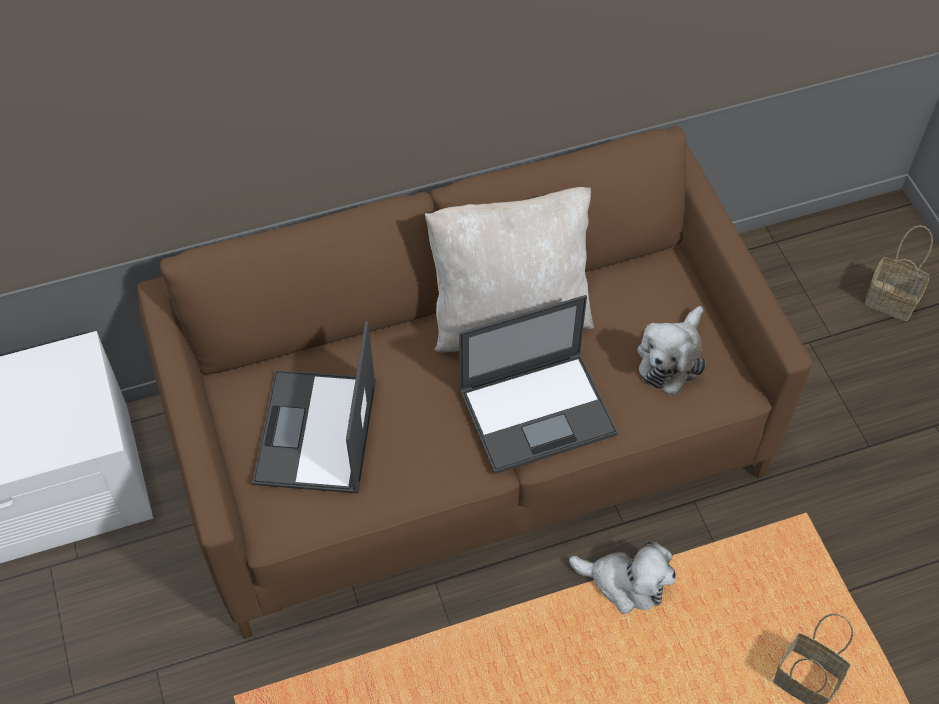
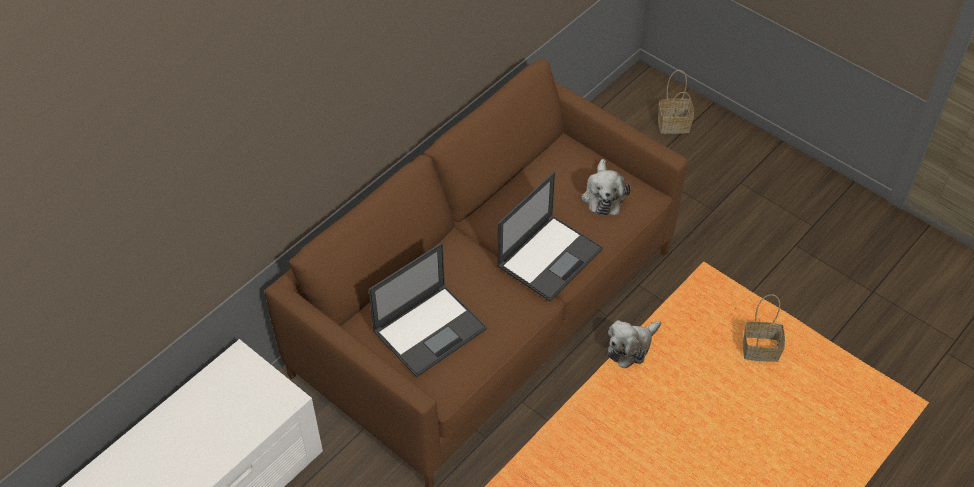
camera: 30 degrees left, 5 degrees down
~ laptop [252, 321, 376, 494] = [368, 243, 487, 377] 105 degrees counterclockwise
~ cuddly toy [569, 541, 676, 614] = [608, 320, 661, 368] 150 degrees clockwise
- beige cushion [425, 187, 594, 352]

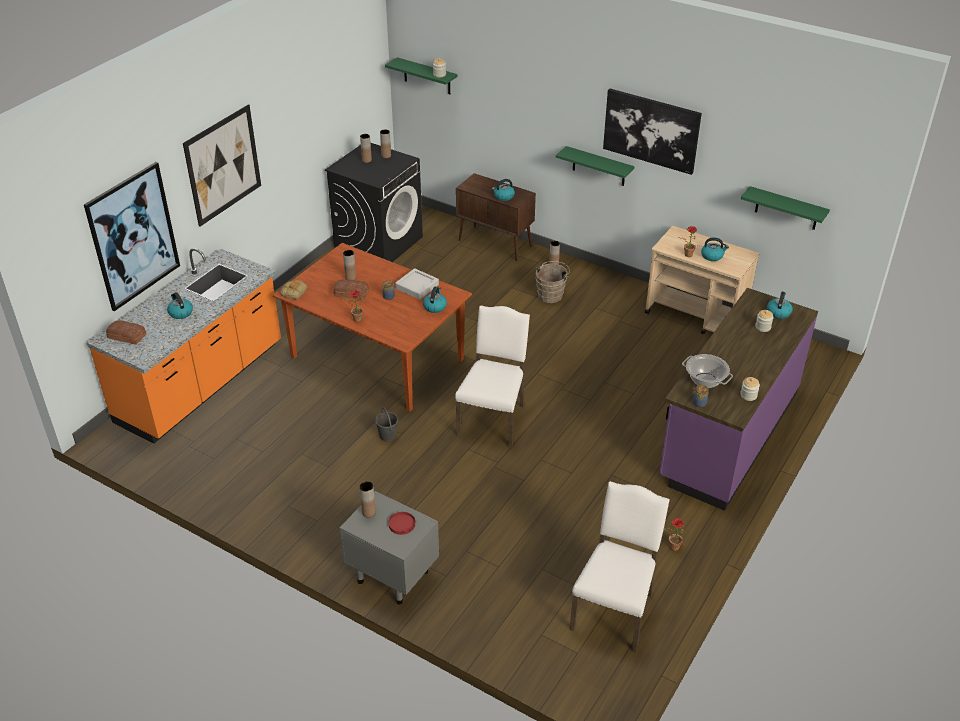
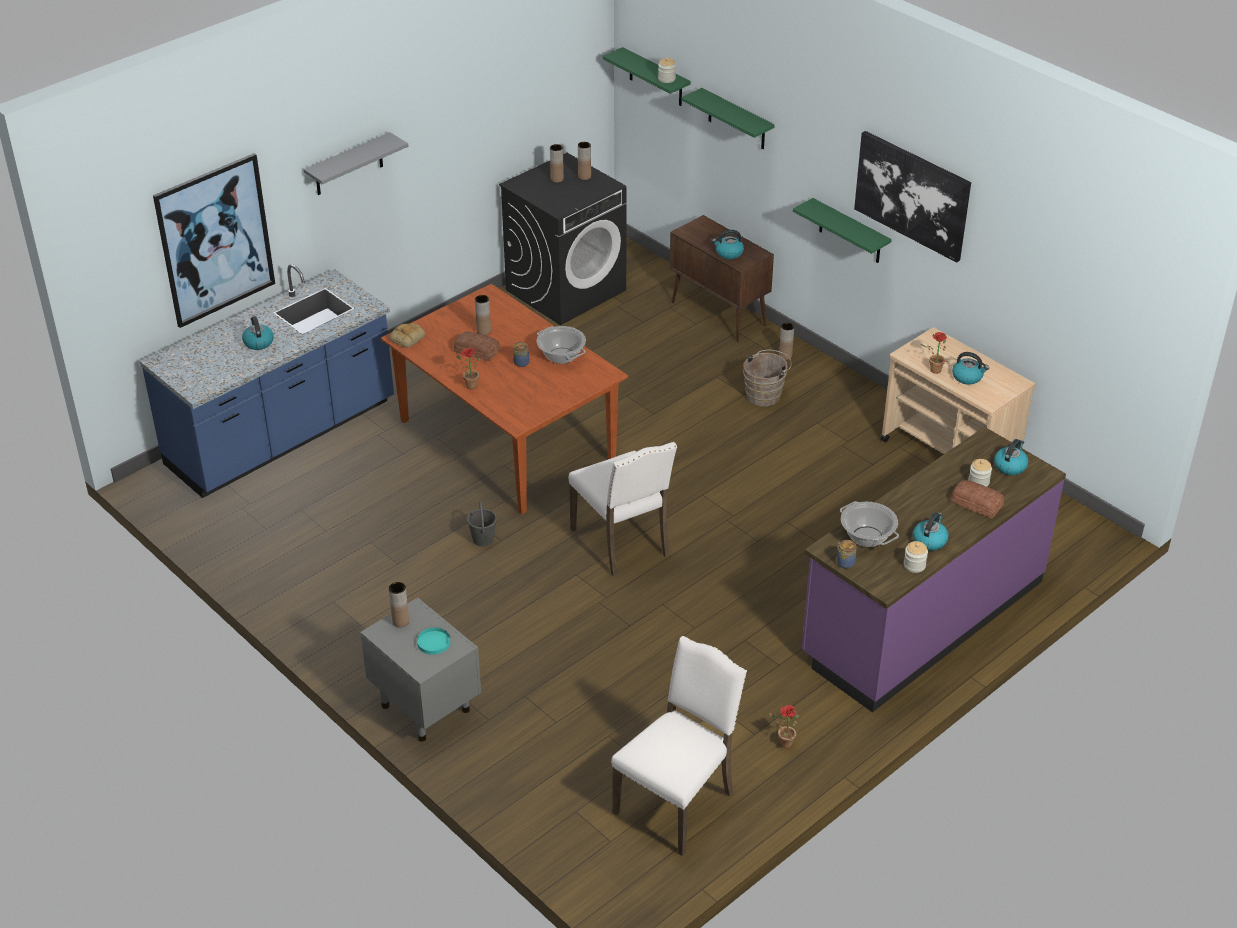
camera: 15 degrees right, 0 degrees up
~ orange-coloured counter [87, 248, 281, 444] to blue-coloured counter [140, 264, 394, 498]
~ picture [183, 104, 261, 227] to grey shelf [304, 132, 408, 195]
~ red-coloured dinner plate [388, 512, 415, 535] to turquoise dinner plate [417, 627, 450, 655]
~ grey serving tray [395, 268, 439, 300] to saucepot [537, 326, 586, 364]
~ white plain chair [455, 305, 530, 447] = [569, 442, 677, 577] 120 degrees clockwise
~ green-coloured shelf [741, 186, 830, 230] to [681, 88, 775, 149]
~ water kettle [423, 287, 447, 313] to [913, 512, 948, 551]
~ bakery bread [106, 320, 147, 345] to [951, 480, 1004, 518]

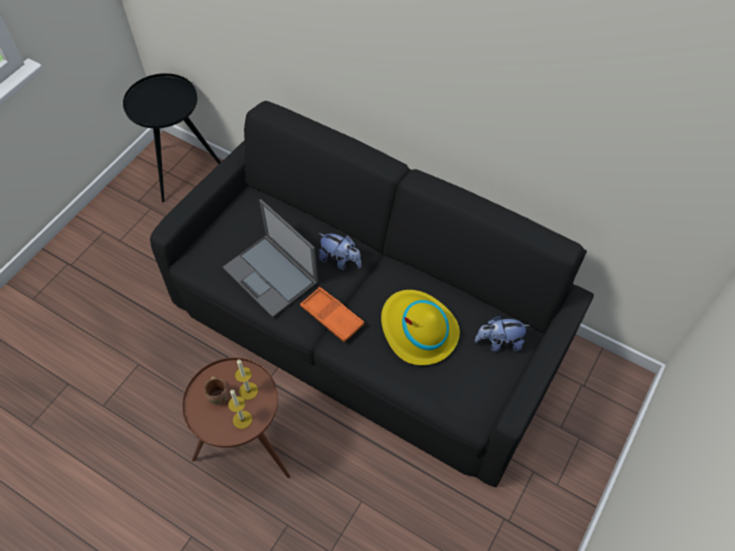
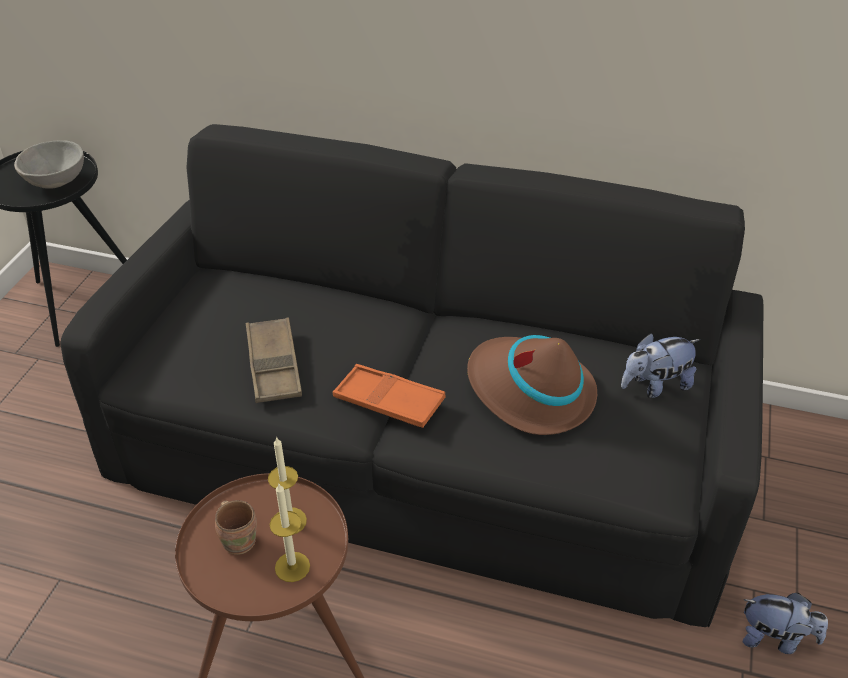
camera: 15 degrees left, 15 degrees down
+ grey serving bowl [14, 140, 84, 189]
~ laptop [223, 199, 318, 317] to brownish serving tray [246, 317, 302, 403]
~ yellow clothing hat [381, 290, 460, 365] to brownish clothing hat [467, 335, 597, 435]
~ cuddly toy [319, 233, 361, 270] to [743, 593, 828, 654]

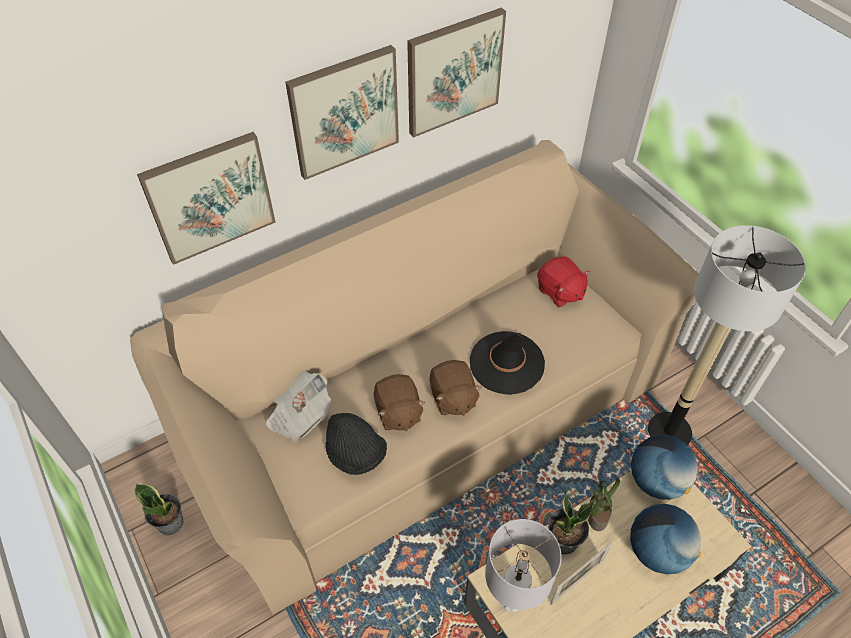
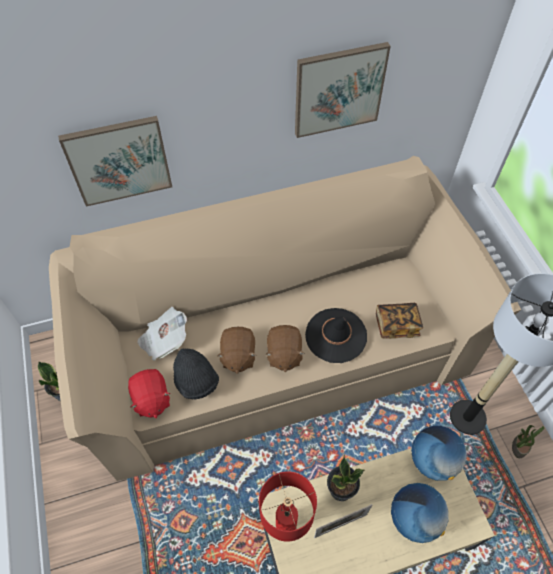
camera: 15 degrees right, 5 degrees up
~ red-coloured cuddly toy [537, 256, 590, 307] to [128, 369, 170, 418]
~ grey table lamp [485, 519, 562, 612] to red-coloured table lamp [259, 472, 317, 542]
+ bound book [376, 303, 423, 339]
~ plant in a pot [588, 478, 620, 531] to [512, 425, 544, 458]
- picture [285, 45, 399, 180]

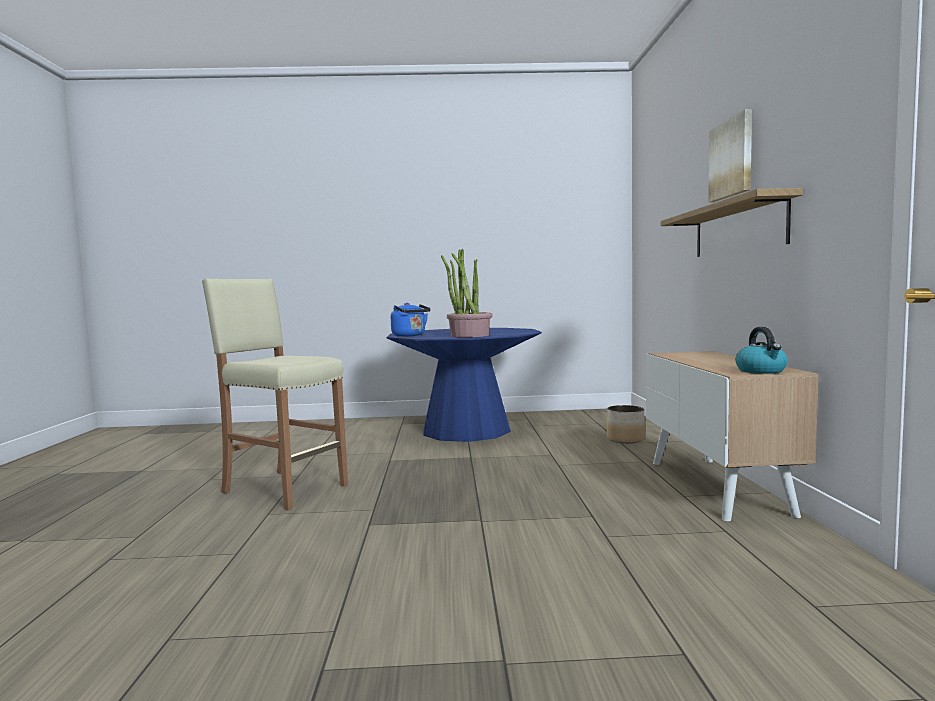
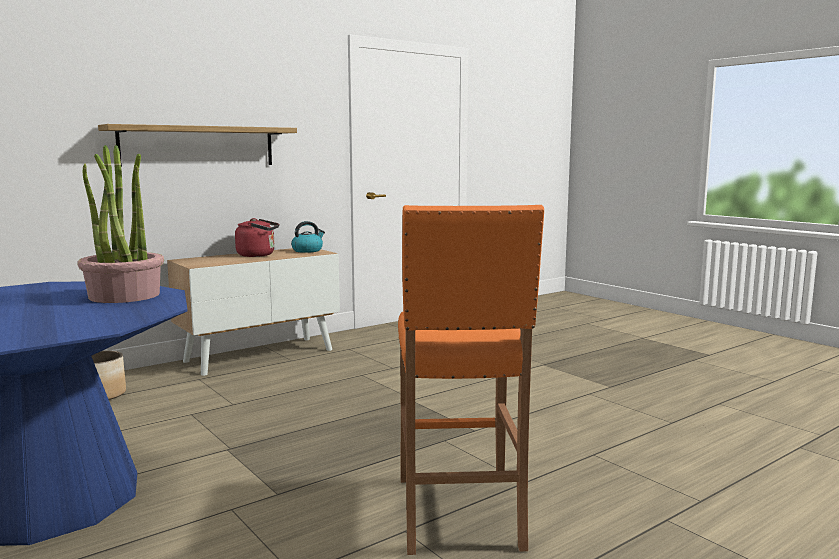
camera: 125 degrees left, 5 degrees up
+ red-coloured water kettle [235, 218, 279, 257]
~ beige stool seat [202, 278, 348, 511] to orange-coloured stool seat [398, 205, 544, 555]
- blue-coloured water kettle [391, 303, 430, 337]
- picture [708, 109, 752, 202]

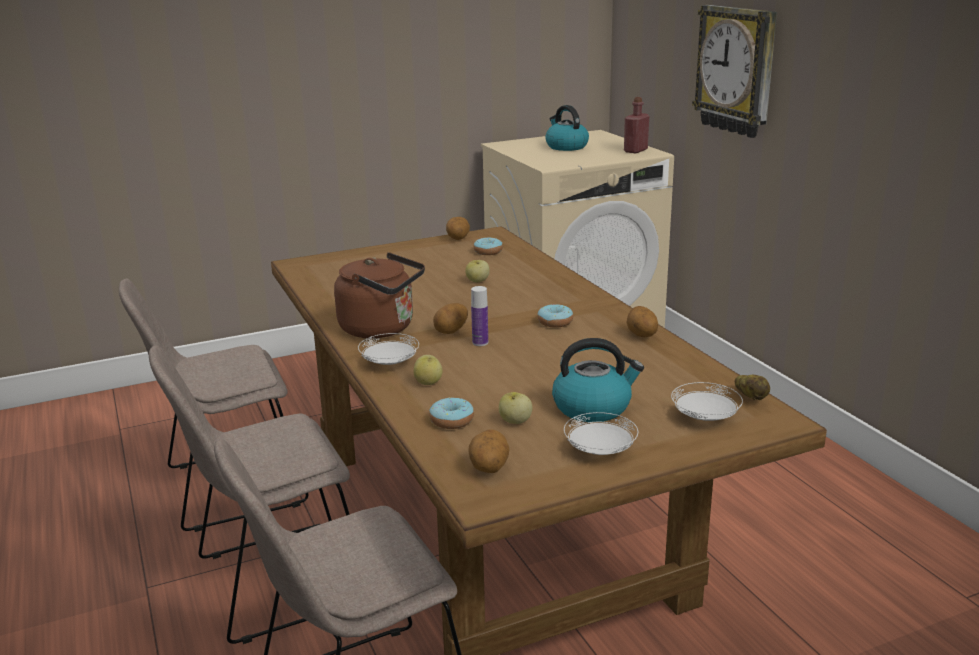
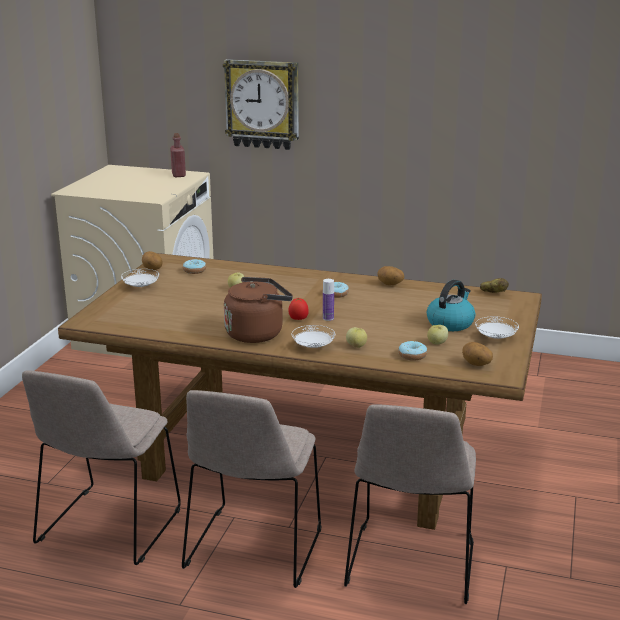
camera: 50 degrees left, 0 degrees up
~ white dinner plate [671, 382, 743, 421] to [121, 269, 159, 287]
~ spud [433, 303, 468, 334] to tomato [288, 298, 309, 320]
- water kettle [545, 105, 589, 151]

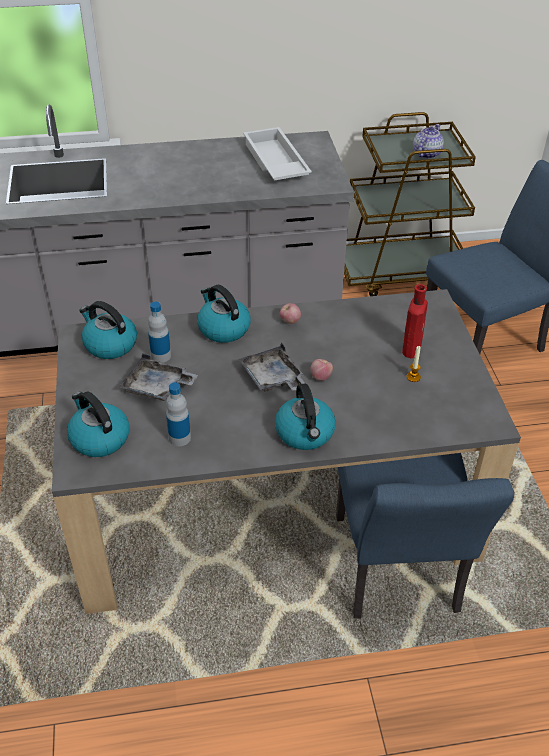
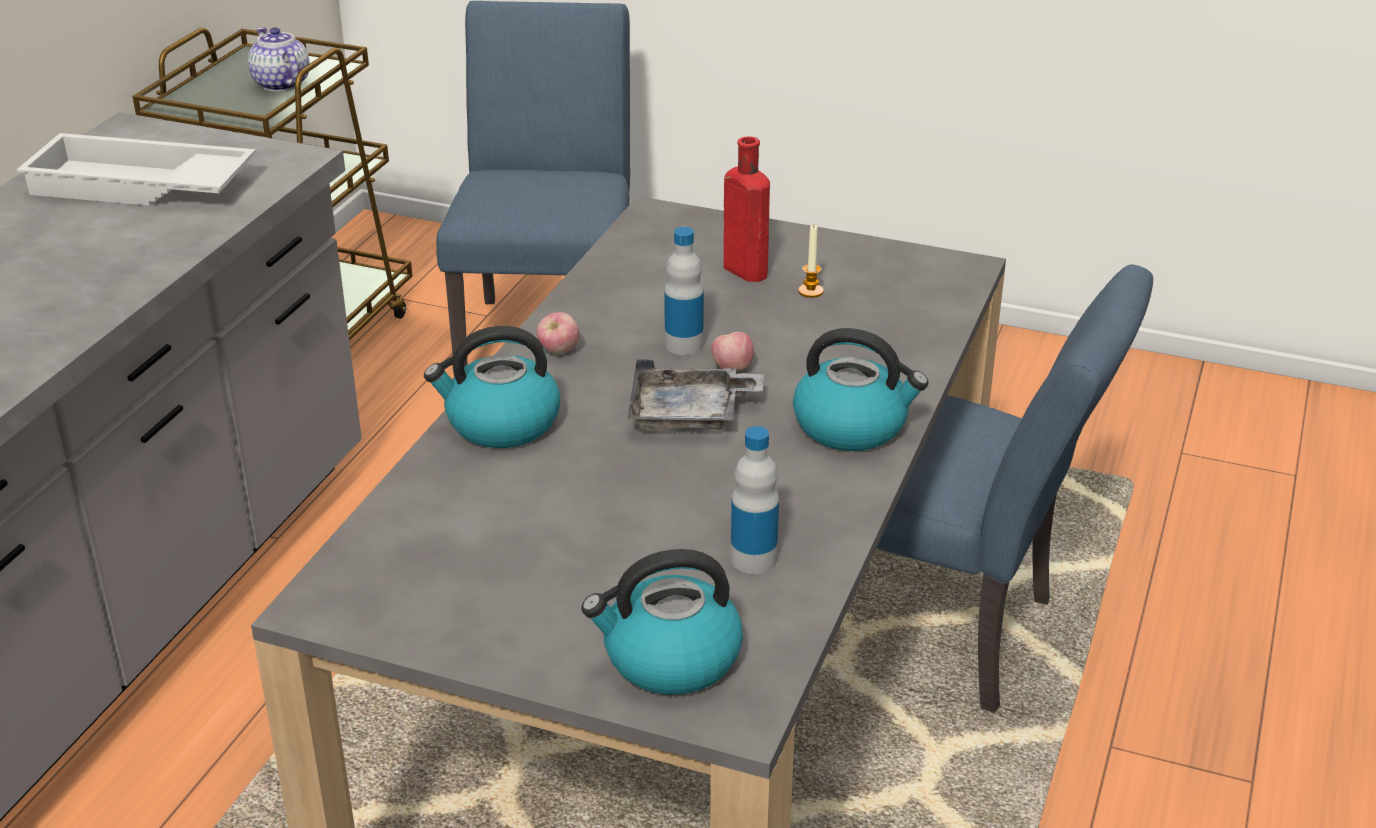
camera: 60 degrees left, 10 degrees down
~ drink bottle [148, 302, 171, 363] to [664, 227, 704, 355]
- water kettle [79, 301, 137, 359]
- grey serving tray [119, 353, 198, 401]

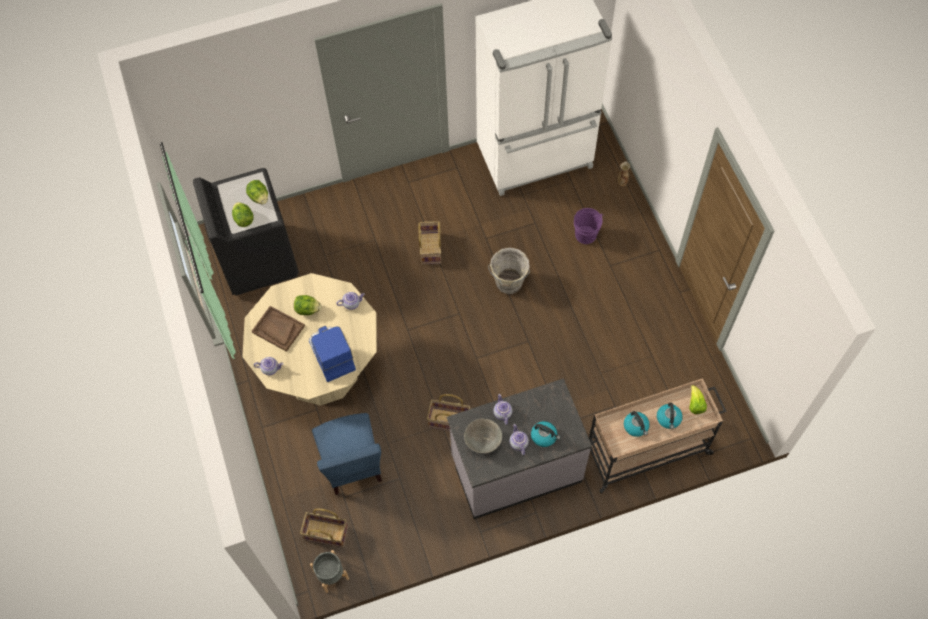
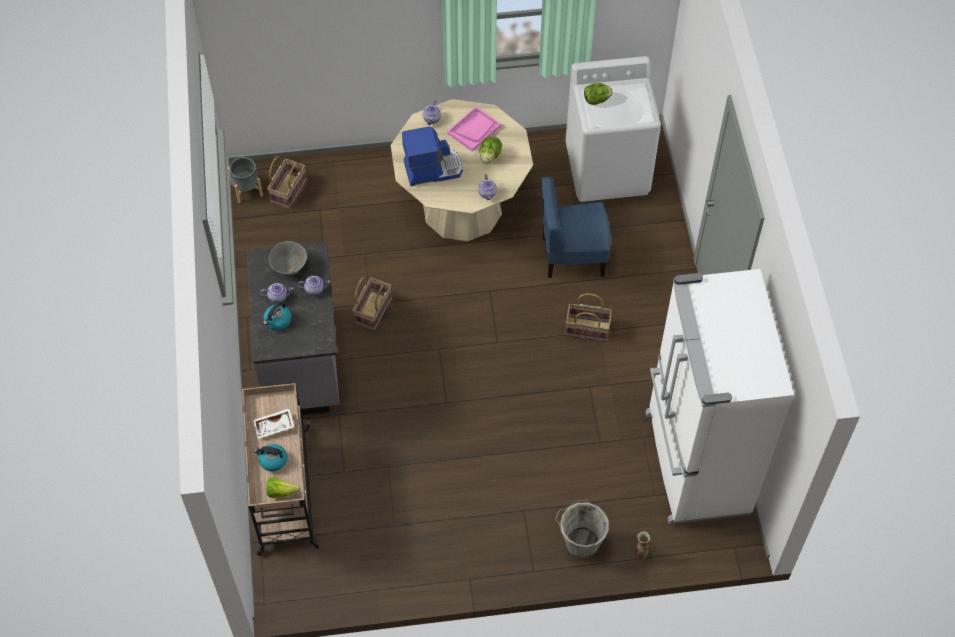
camera: 100 degrees right, 5 degrees down
~ water kettle [624, 411, 650, 437] to white serving tray [253, 408, 294, 439]
~ brownish serving tray [252, 306, 305, 352] to pinkish serving tray [447, 107, 501, 152]
~ blue-coloured plain chair [312, 413, 382, 495] to [542, 177, 611, 278]
~ grey pail [488, 248, 530, 294] to [555, 500, 609, 559]
~ black-coloured laundry machine [193, 168, 299, 296] to white laundry machine [566, 56, 661, 202]
- lettuce [246, 180, 268, 204]
- purplish pail [574, 208, 604, 244]

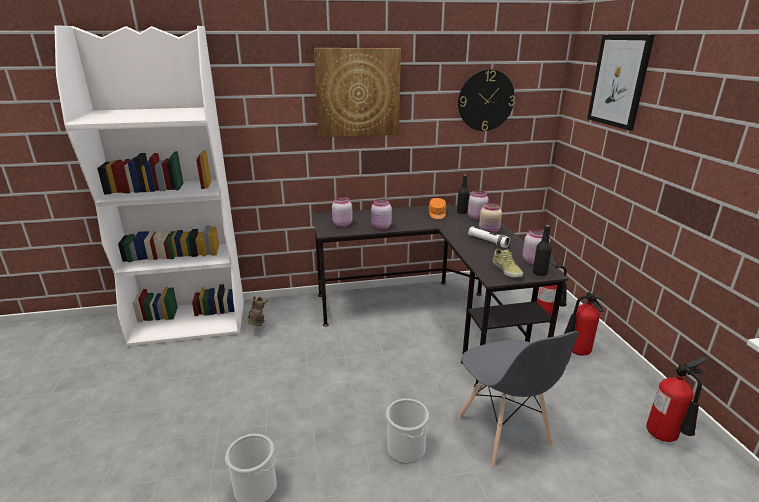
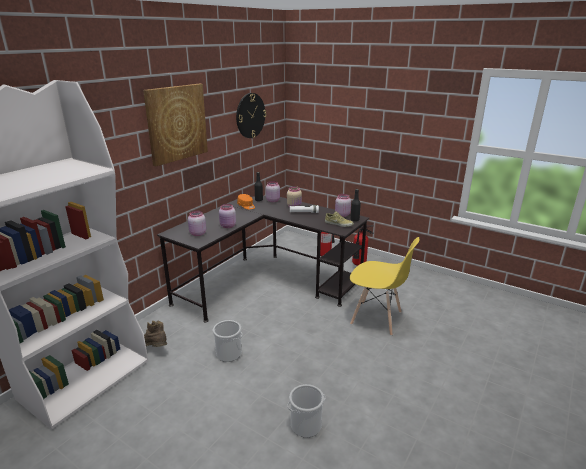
camera: 45 degrees left, 0 degrees up
~ pail [386, 398, 429, 463] to [212, 320, 242, 362]
~ grey plain chair [458, 331, 579, 467] to yellow plain chair [350, 237, 419, 336]
- picture [587, 35, 655, 131]
- fire extinguisher [646, 357, 708, 442]

